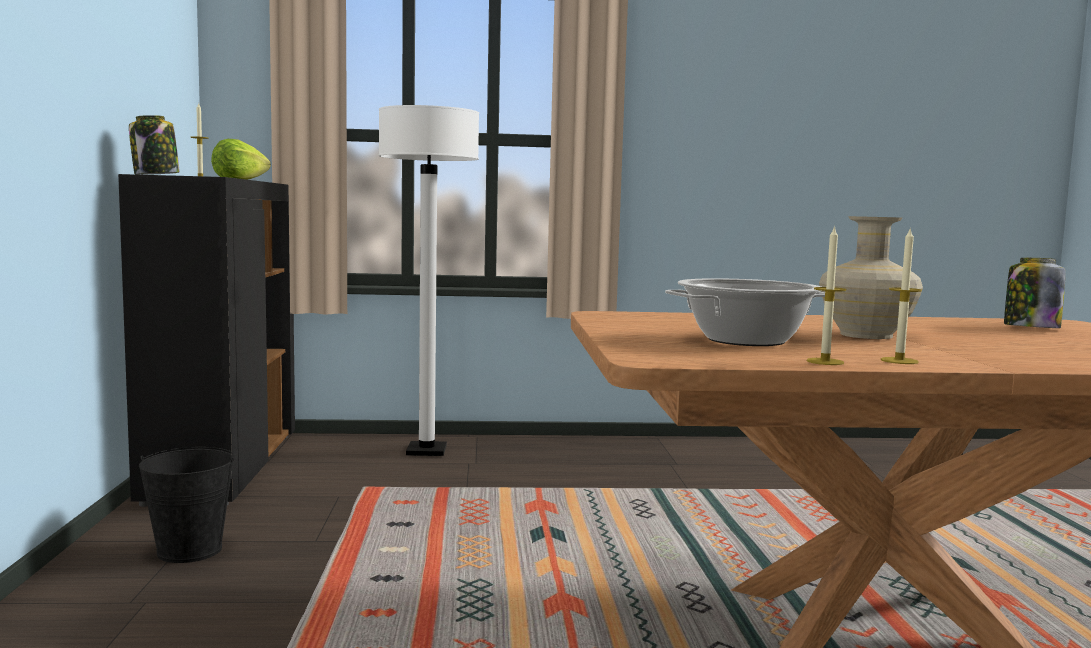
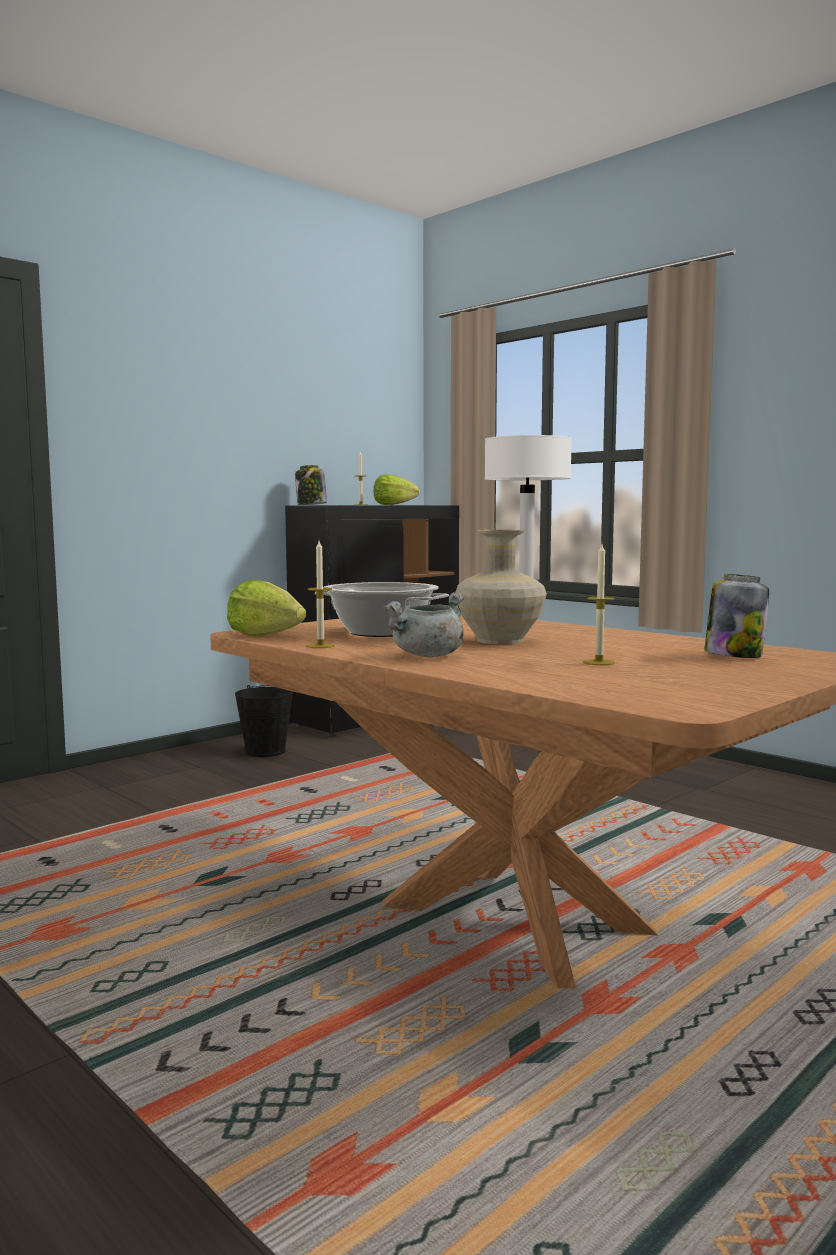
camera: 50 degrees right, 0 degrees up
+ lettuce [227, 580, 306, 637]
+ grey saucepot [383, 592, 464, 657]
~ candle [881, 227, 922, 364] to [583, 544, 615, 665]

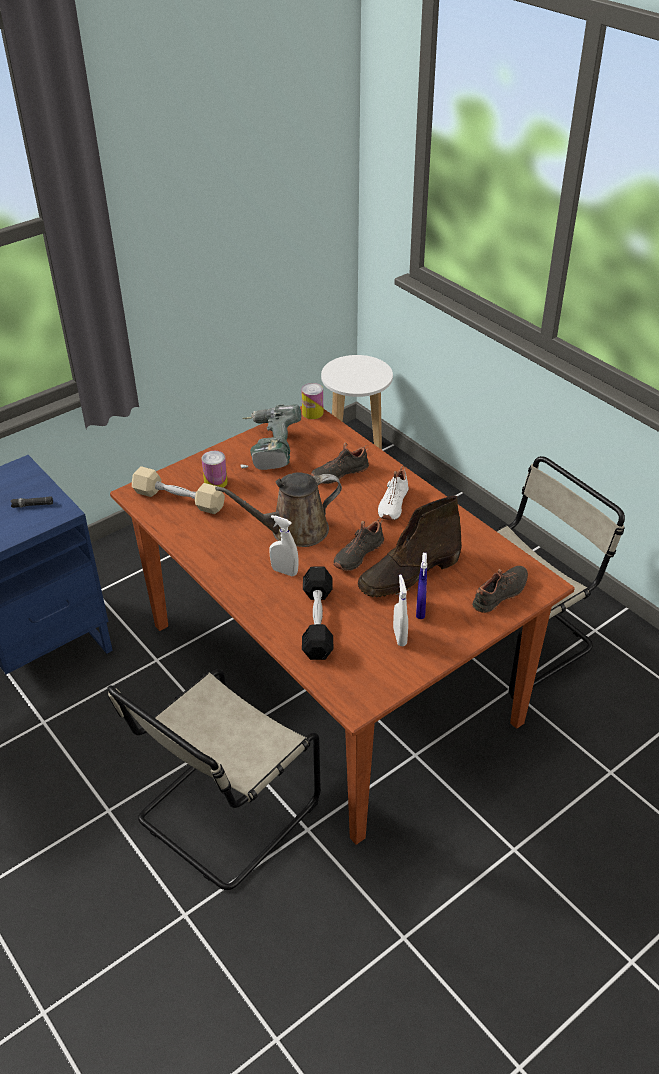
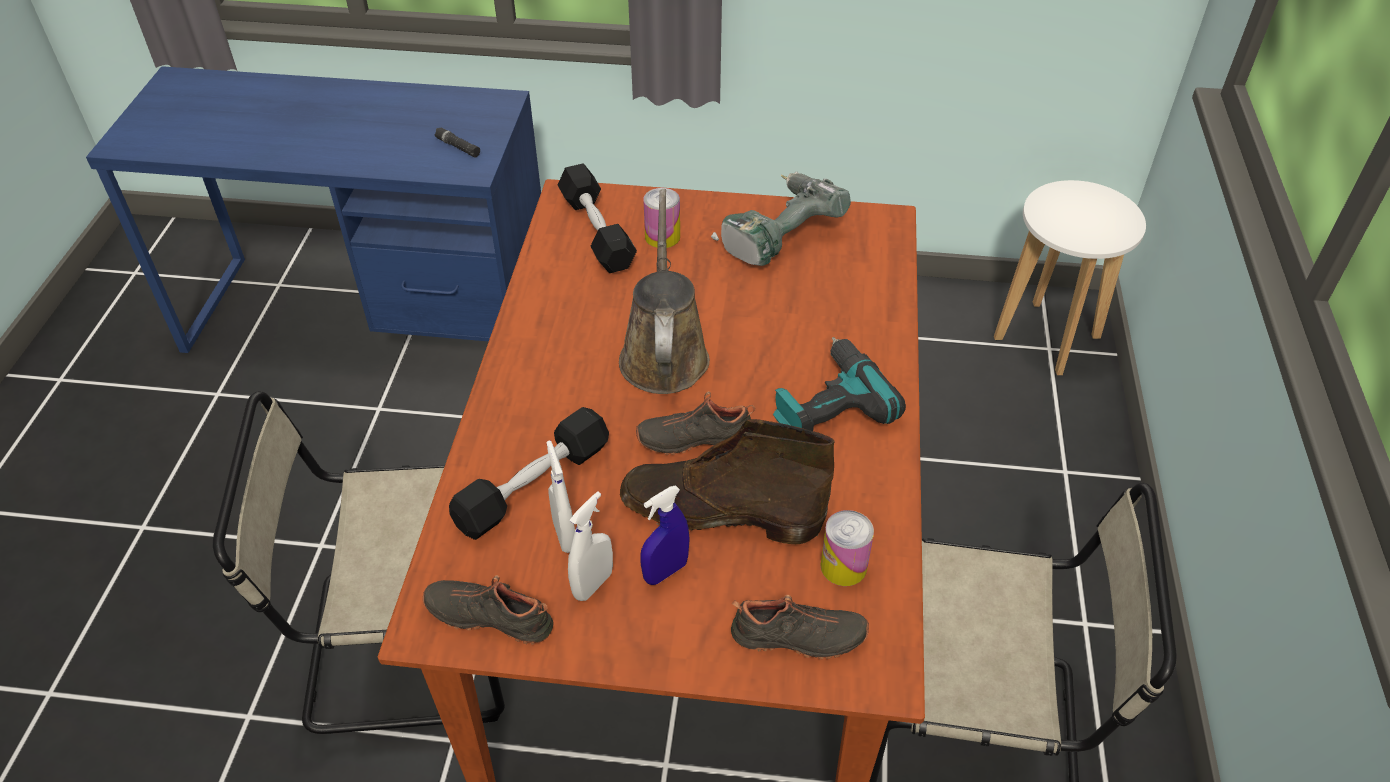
camera: 45 degrees right, 5 degrees up
~ black-coloured item of footwear [311, 442, 369, 484] to [423, 575, 553, 645]
~ white hand sprayer [269, 515, 299, 576] to [546, 440, 575, 553]
~ beige hand weight [132, 466, 225, 514] to black-coloured hand weight [558, 163, 637, 273]
~ brownish watering pot [215, 472, 342, 547] = [619, 189, 710, 394] 60 degrees clockwise
~ white item of footwear [378, 466, 409, 520] to electric drill [773, 337, 906, 431]
~ sealed can [301, 383, 323, 419] to [820, 510, 874, 586]

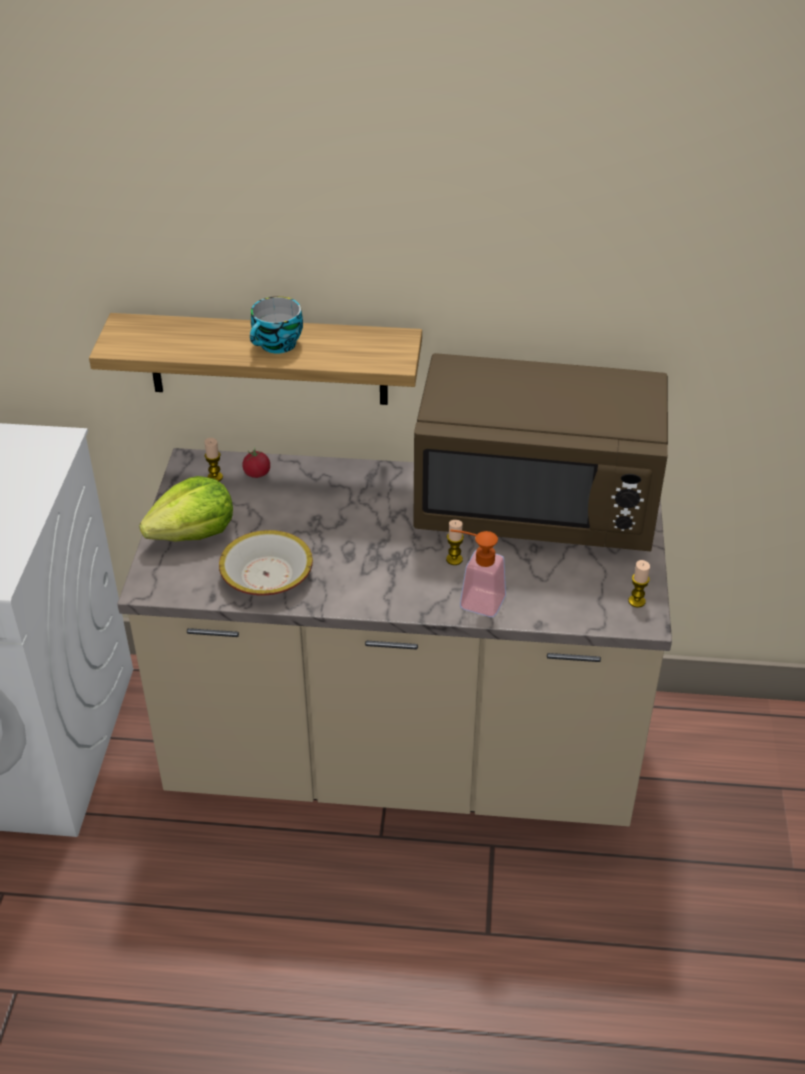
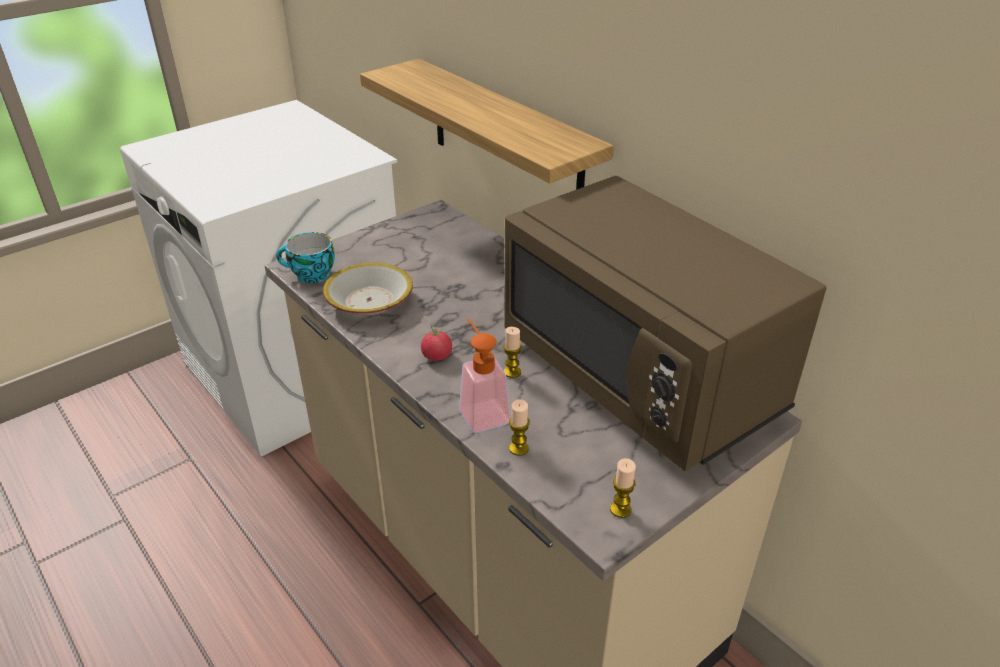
camera: 45 degrees right, 5 degrees down
~ cup [250, 296, 303, 354] to [276, 232, 335, 283]
~ tomato [242, 447, 270, 478] to [421, 326, 452, 361]
~ candle [204, 438, 223, 481] to [509, 399, 530, 456]
- lettuce [139, 476, 233, 542]

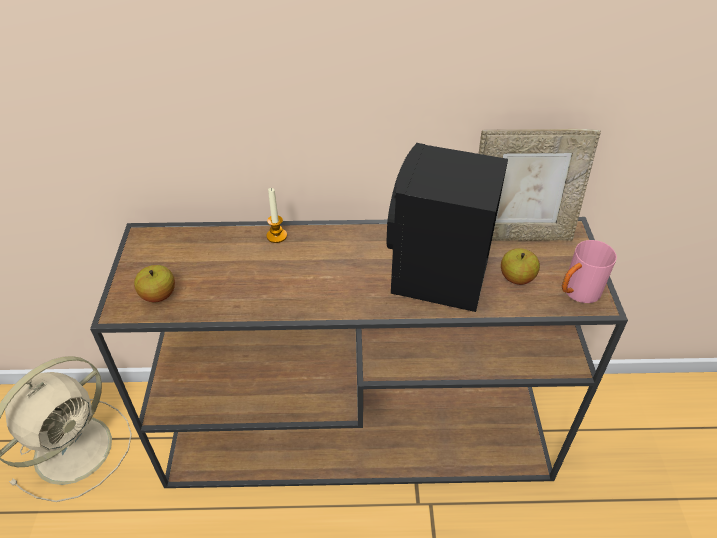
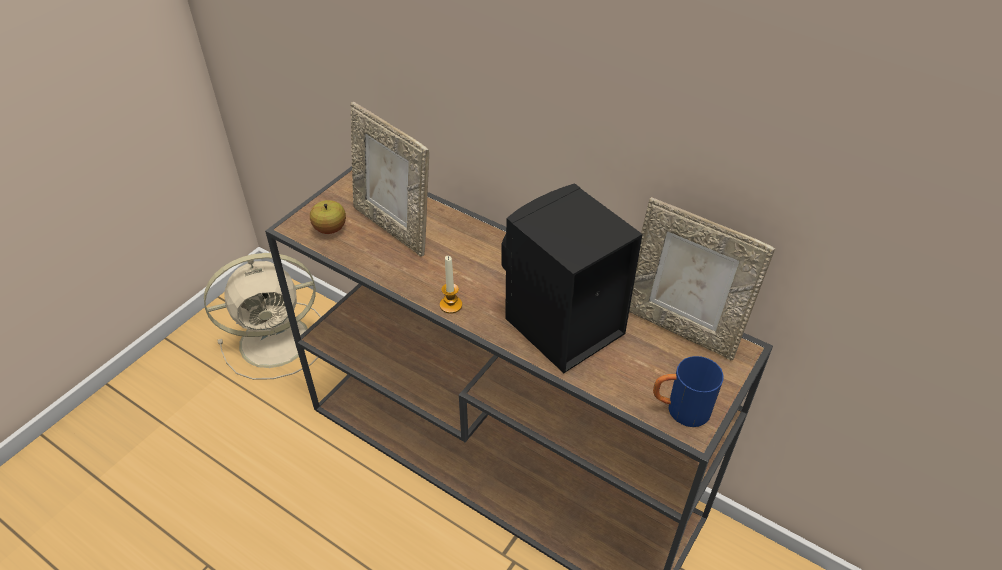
camera: 35 degrees right, 0 degrees up
+ photo frame [350, 102, 429, 257]
~ candle [267, 188, 287, 243] to [440, 256, 462, 314]
~ pinkish mug [562, 240, 617, 303] to blue-coloured mug [653, 356, 724, 427]
- apple [501, 248, 540, 285]

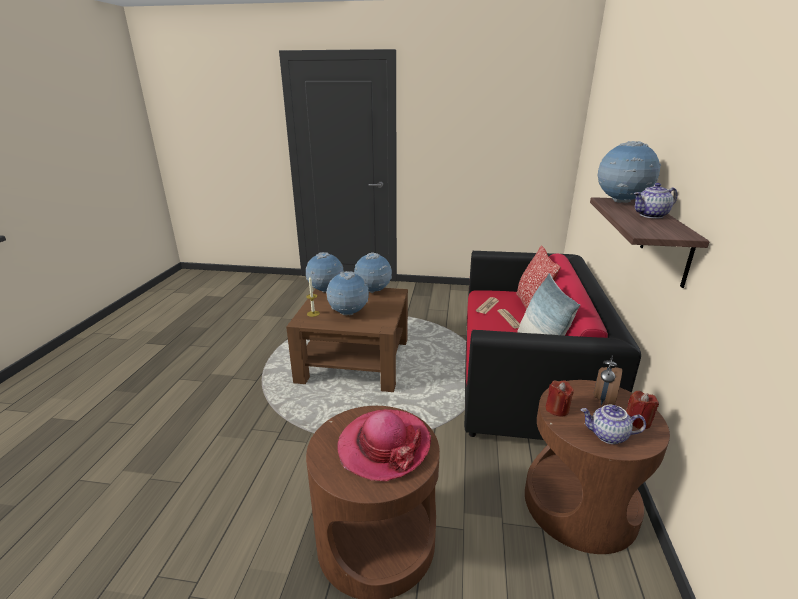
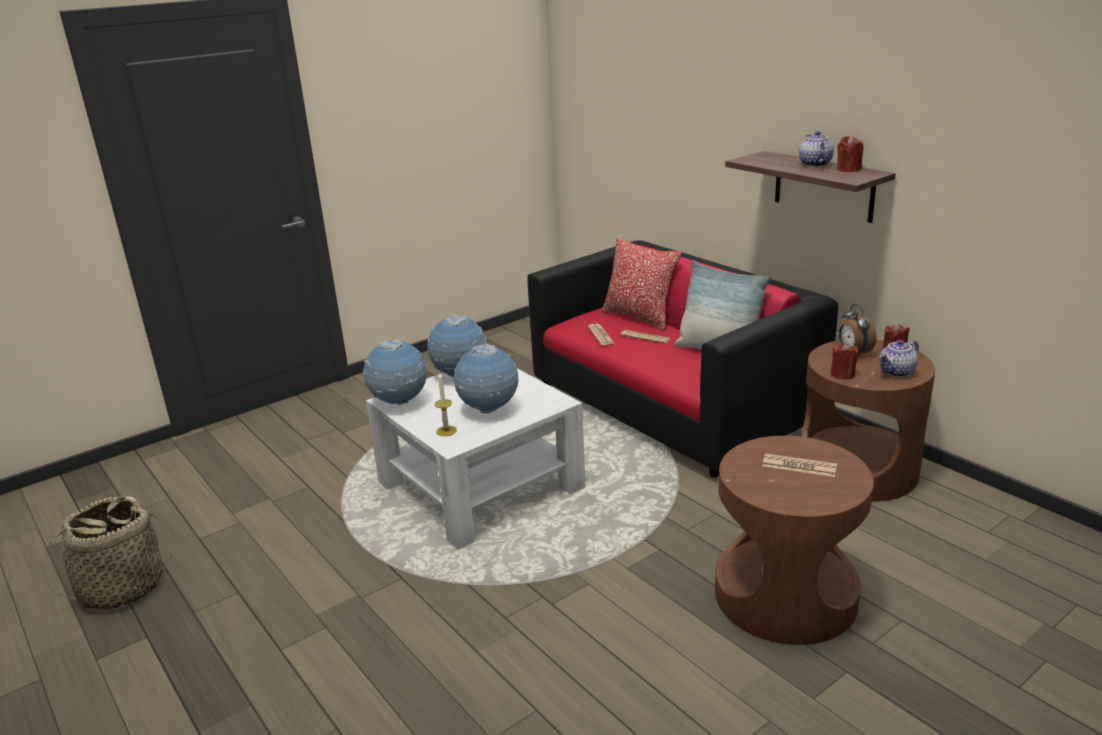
camera: 45 degrees left, 0 degrees up
+ storage basket [42, 496, 172, 609]
~ brownish coffee table [286, 288, 408, 392] to white coffee table [366, 369, 586, 550]
~ clothing hat [337, 409, 431, 481] to newspaper [762, 454, 837, 477]
~ tea pot [634, 183, 677, 218] = [799, 131, 834, 167] 150 degrees clockwise
+ red-coloured candle [837, 136, 864, 172]
- desk globe [598, 141, 661, 203]

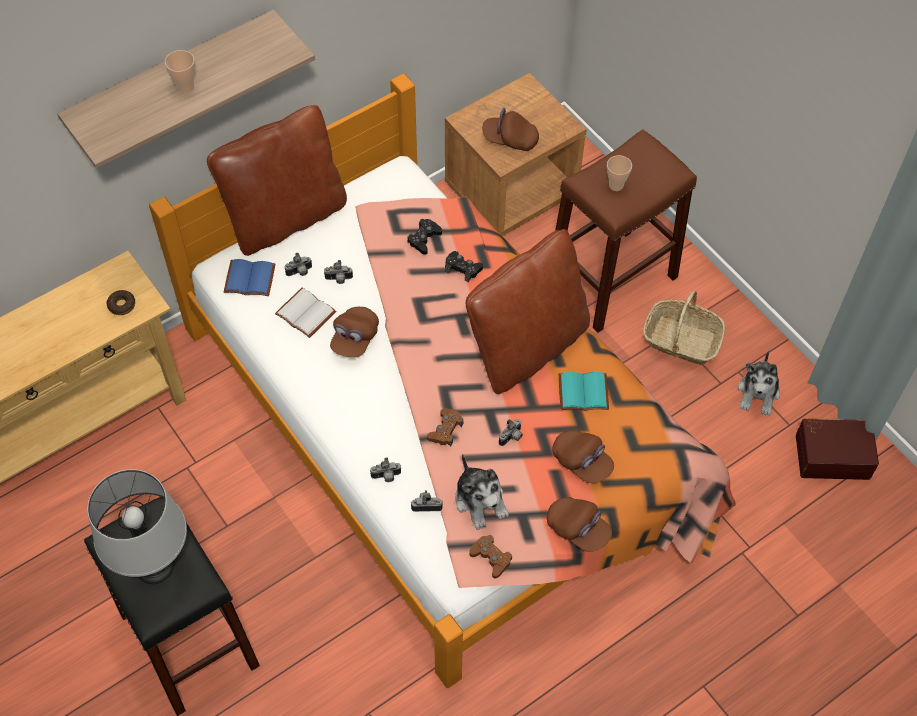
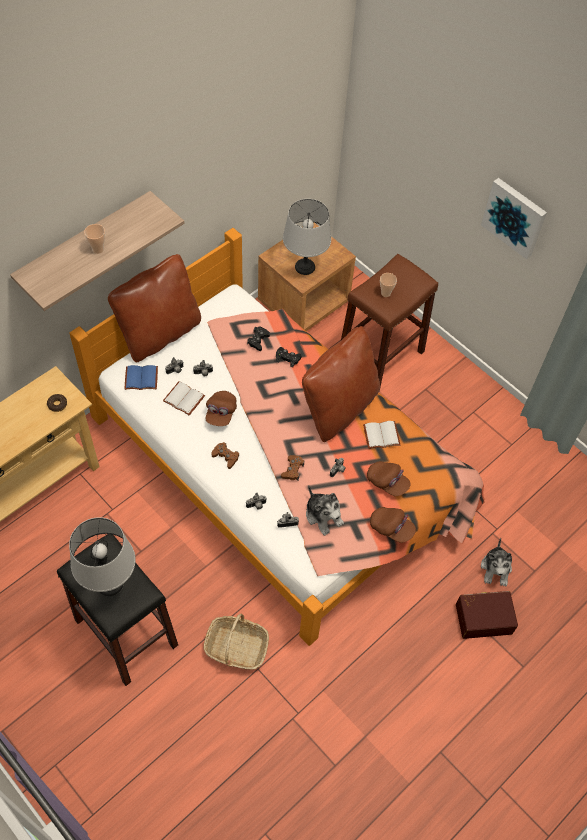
camera: 10 degrees left, 0 degrees up
~ storage basket [643, 290, 725, 365] to [204, 614, 269, 670]
~ brownish joypad [469, 535, 512, 578] to [212, 442, 239, 469]
~ brownish peaked cap [482, 108, 539, 151] to grey table lamp [283, 199, 331, 275]
~ turquoise bound book [559, 372, 609, 411] to white bound book [363, 421, 400, 449]
~ brownish storage bin [796, 419, 879, 480] to [456, 591, 518, 639]
+ picture [481, 178, 547, 259]
~ cuddly toy [738, 351, 780, 416] to [481, 538, 512, 586]

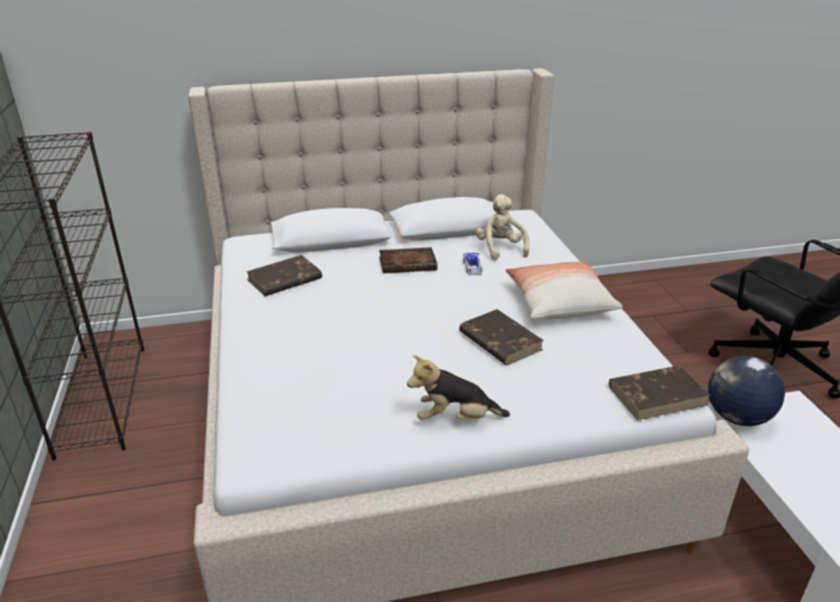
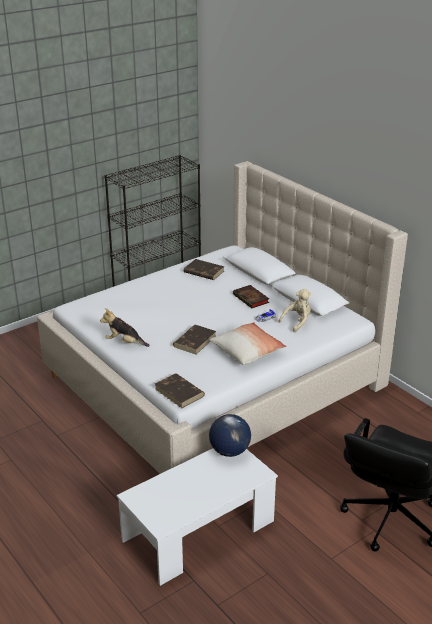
camera: 65 degrees right, 0 degrees up
~ cuddly toy [407, 355, 510, 420] = [100, 308, 150, 347] 45 degrees counterclockwise

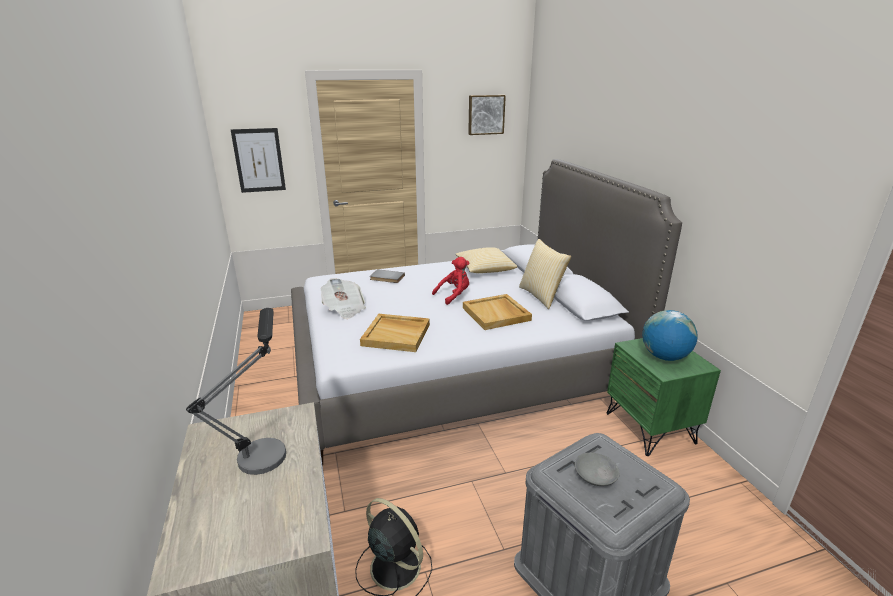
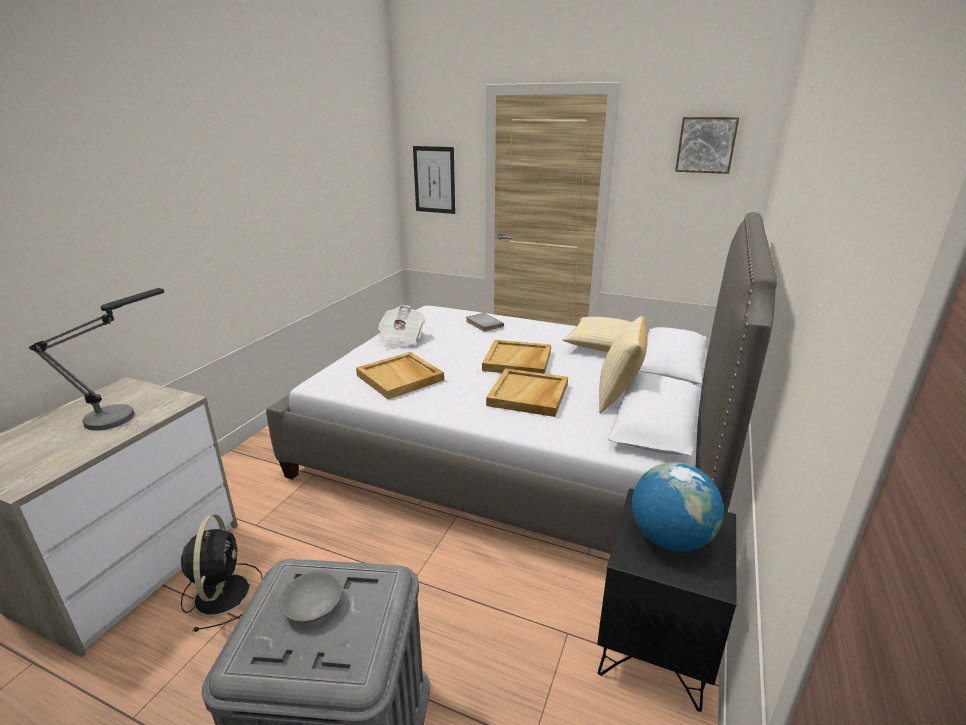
camera: 40 degrees right, 0 degrees up
~ red-coloured cuddly toy [432, 257, 470, 305] to beige serving tray [482, 340, 551, 374]
~ green-coloured nightstand [607, 338, 721, 456] to black-coloured nightstand [597, 488, 736, 712]

